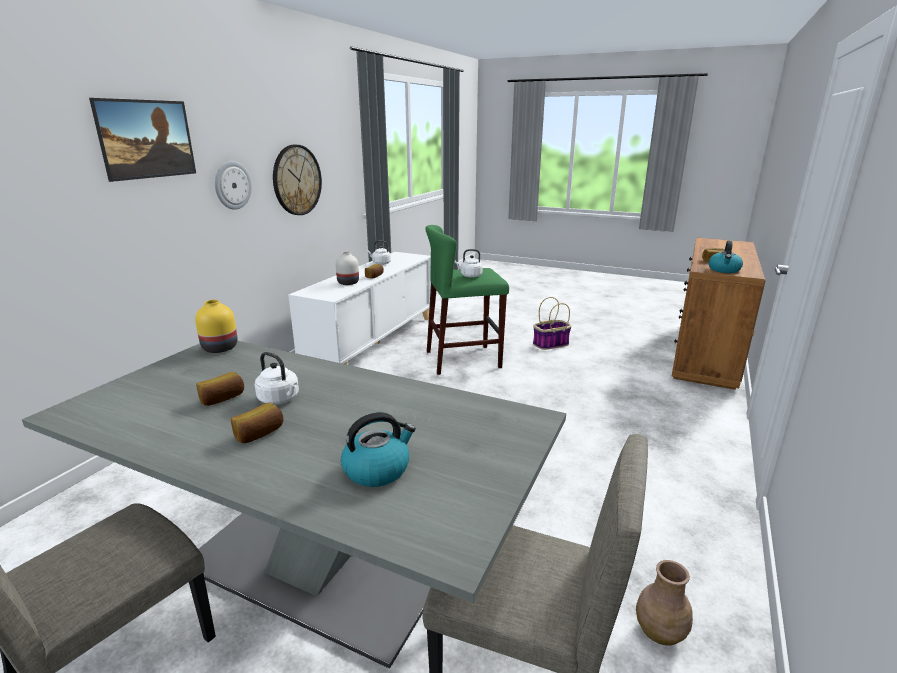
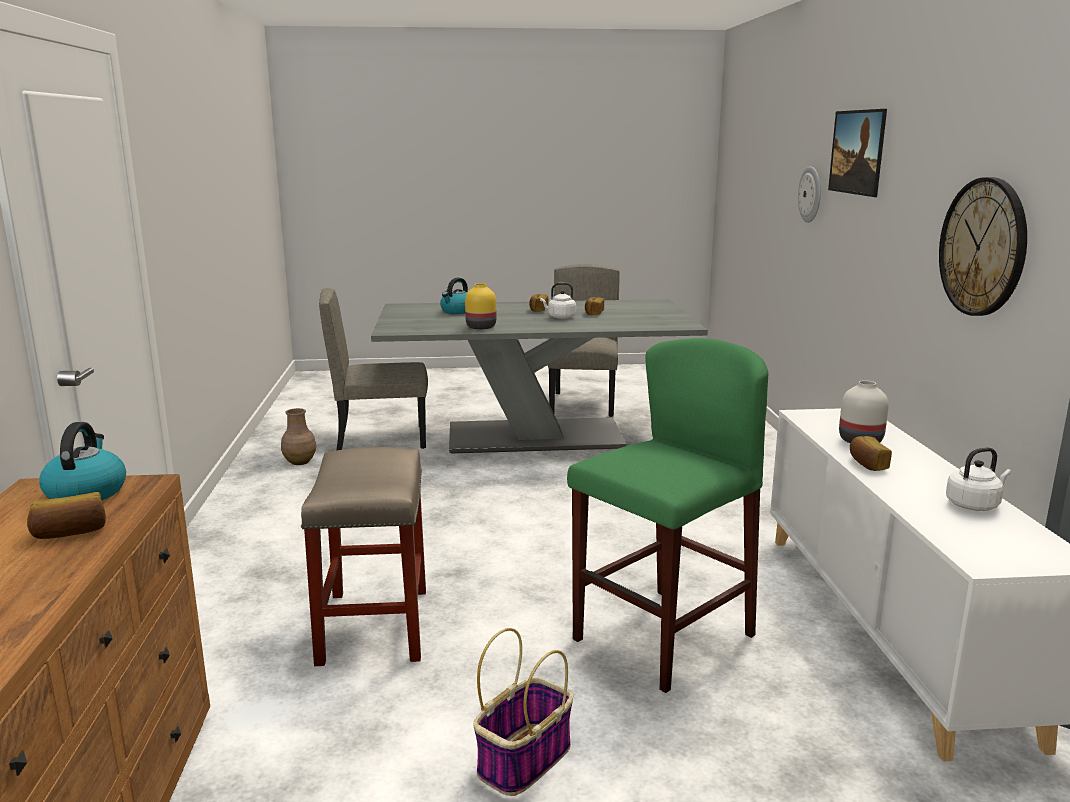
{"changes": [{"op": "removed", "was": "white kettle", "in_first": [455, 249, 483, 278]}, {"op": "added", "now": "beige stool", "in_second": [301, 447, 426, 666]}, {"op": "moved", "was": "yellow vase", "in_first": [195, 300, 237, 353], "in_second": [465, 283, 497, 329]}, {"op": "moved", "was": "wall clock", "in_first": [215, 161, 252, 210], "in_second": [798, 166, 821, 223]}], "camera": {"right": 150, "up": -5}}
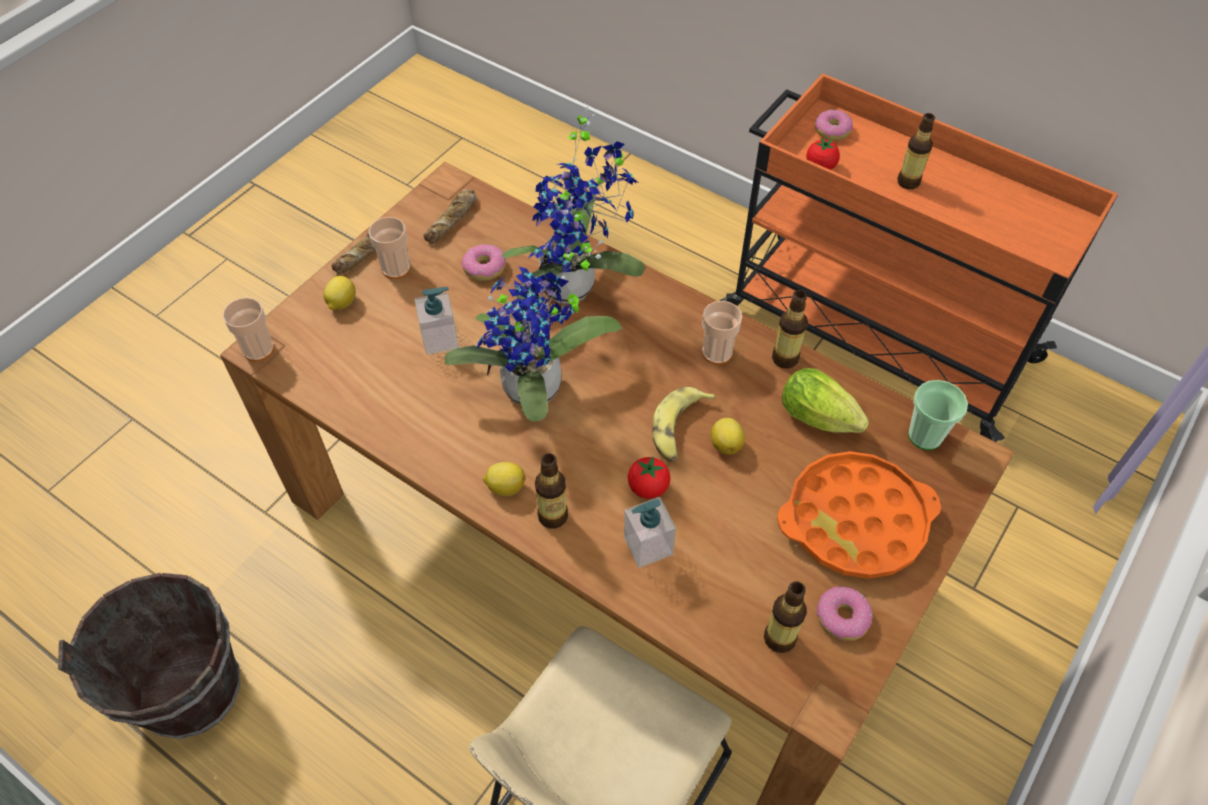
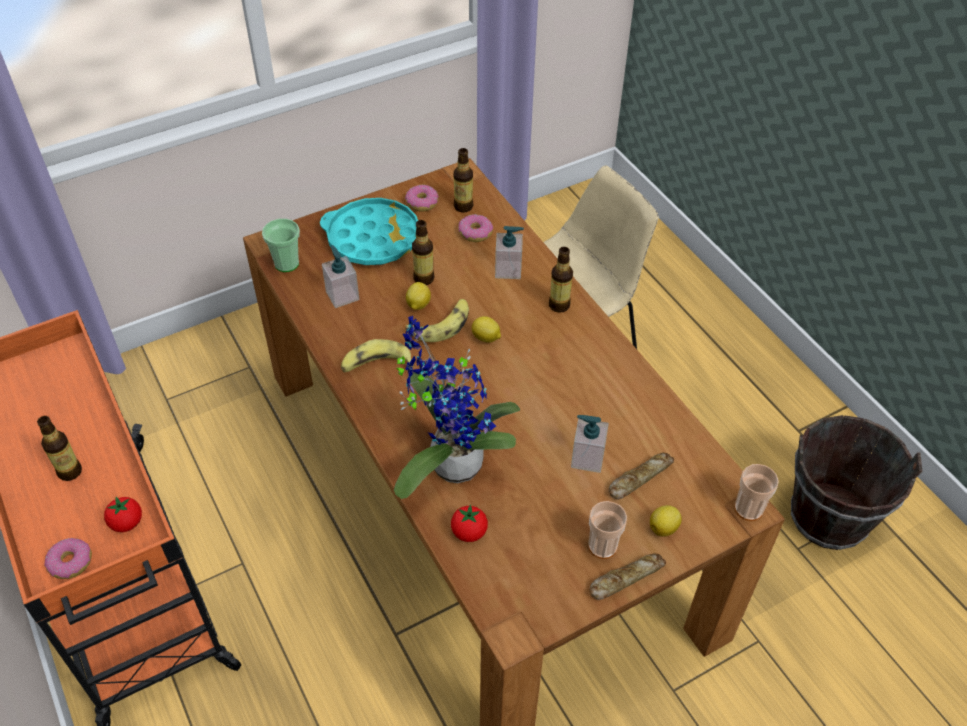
{"changes": [{"op": "removed", "was": "potted plant", "in_first": [444, 240, 622, 422]}, {"op": "moved", "was": "bread", "in_first": [424, 189, 477, 244], "in_second": [609, 453, 674, 500]}, {"op": "moved", "was": "donut", "in_first": [462, 244, 506, 281], "in_second": [458, 214, 493, 242]}, {"op": "moved", "was": "lemon", "in_first": [483, 462, 525, 496], "in_second": [471, 316, 501, 343]}, {"op": "moved", "was": "tomato", "in_first": [628, 457, 670, 499], "in_second": [451, 505, 488, 542]}, {"op": "moved", "was": "bottle", "in_first": [772, 290, 808, 368], "in_second": [412, 220, 435, 285]}, {"op": "replaced", "was": "cup", "now": "banana", "in_first": [702, 301, 742, 365], "in_second": [341, 339, 415, 372]}, {"op": "replaced", "was": "lettuce", "now": "soap dispenser", "in_first": [782, 368, 869, 433], "in_second": [322, 245, 359, 308]}, {"op": "recoloured", "was": "orange tray", "now": "turquoise tray", "in_first": [777, 451, 941, 579], "in_second": [320, 198, 418, 265]}], "camera": {"right": -155, "up": -5}}
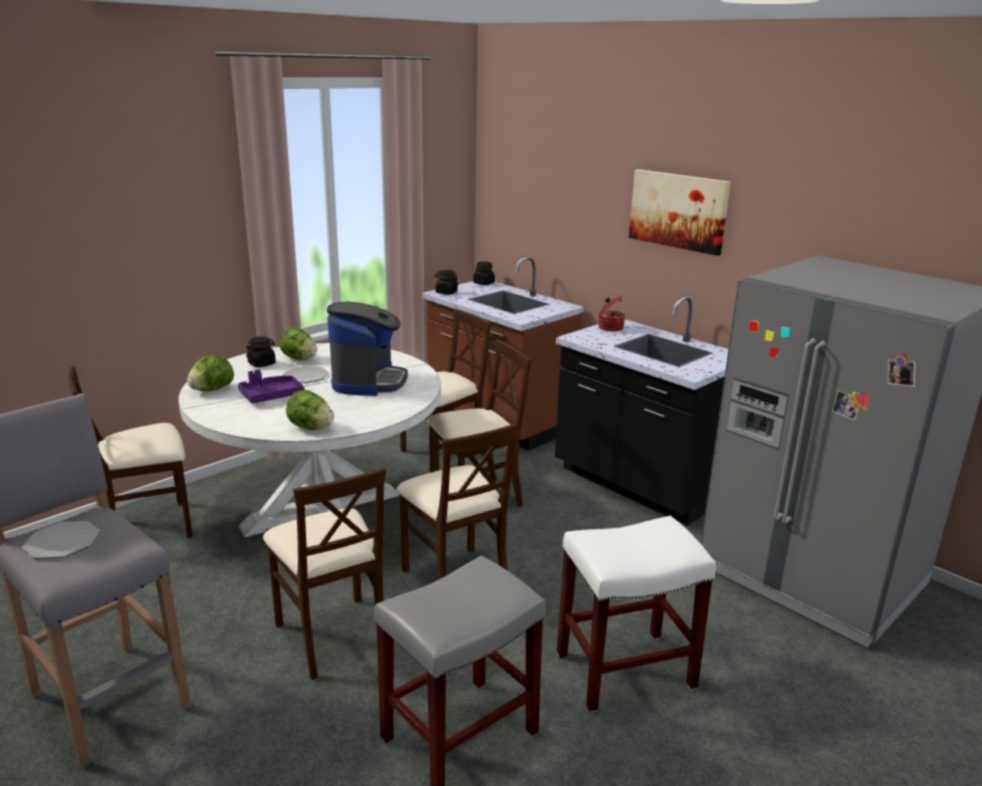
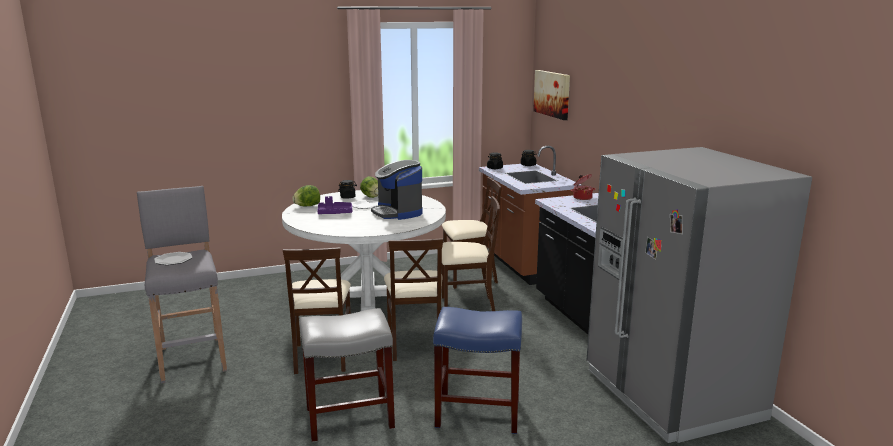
{"changes": [{"op": "removed", "was": "beige chair", "in_first": [68, 366, 193, 538]}, {"op": "removed", "was": "lettuce", "in_first": [286, 390, 334, 430]}, {"op": "moved", "was": "picture", "in_first": [629, 169, 731, 256], "in_second": [533, 70, 570, 120]}, {"op": "recoloured", "was": "white stool", "now": "blue stool", "in_first": [557, 516, 716, 713], "in_second": [433, 307, 522, 434]}, {"op": "turned", "was": "coffee machine", "in_first": [327, 302, 408, 396], "in_second": [371, 160, 422, 220], "clockwise": 120}], "camera": {"right": 25, "up": -5}}
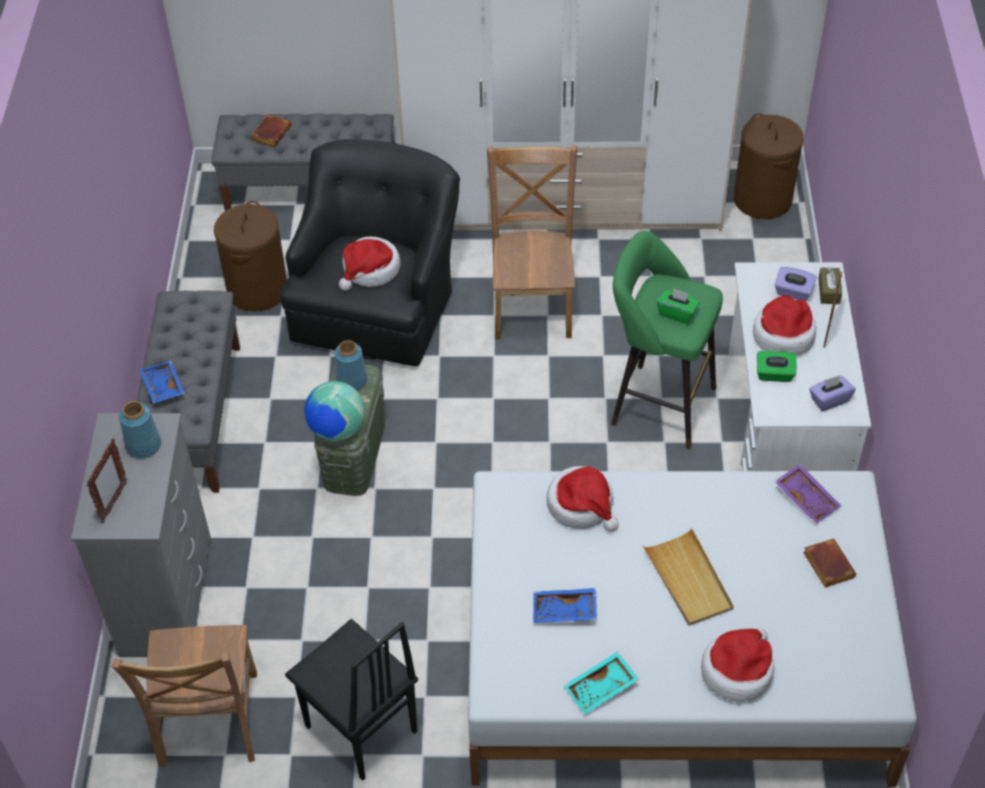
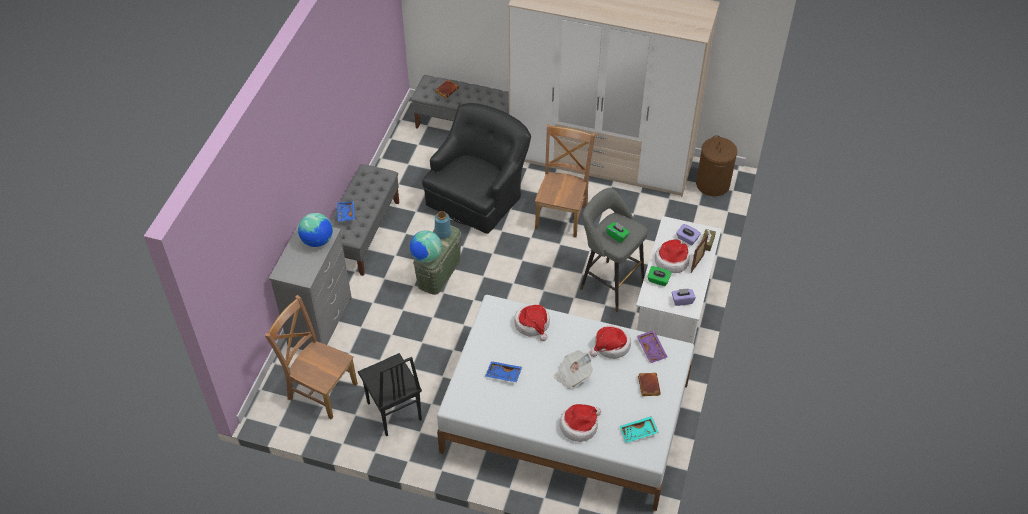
{"changes": [{"op": "removed", "was": "picture frame", "in_first": [86, 439, 127, 523]}, {"op": "removed", "was": "brown laundry basket", "in_first": [214, 201, 287, 312]}, {"op": "moved", "was": "hat", "in_first": [339, 236, 401, 291], "in_second": [590, 325, 631, 359]}, {"op": "moved", "was": "turquoise tray", "in_first": [564, 652, 639, 714], "in_second": [619, 416, 659, 443]}, {"op": "replaced", "was": "blue vase", "now": "globe", "in_first": [119, 401, 161, 458], "in_second": [298, 213, 333, 247]}, {"op": "replaced", "was": "beige tray", "now": "newspaper", "in_first": [643, 528, 734, 626], "in_second": [554, 350, 593, 389]}, {"op": "recoloured", "was": "green stool", "now": "grey stool", "in_first": [611, 231, 723, 449], "in_second": [580, 188, 648, 312]}, {"op": "turned", "was": "brown chair", "in_first": [111, 625, 257, 768], "in_second": [265, 295, 358, 420], "clockwise": 105}], "camera": {"right": 15, "up": 0}}
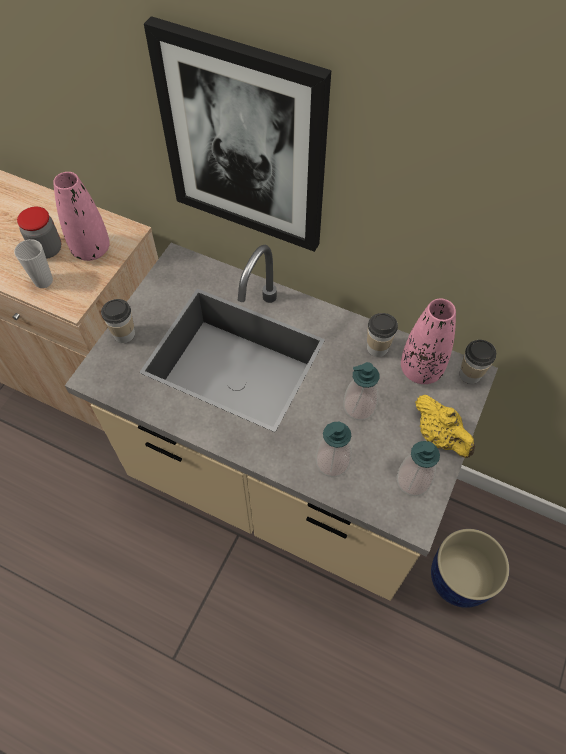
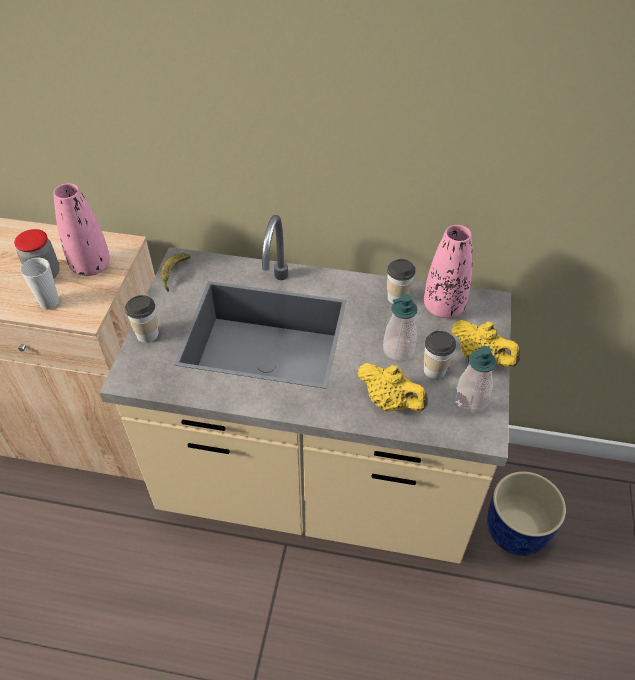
{"changes": [{"op": "removed", "was": "picture", "in_first": [144, 16, 331, 252]}, {"op": "added", "now": "banana", "in_second": [161, 253, 191, 292]}, {"op": "moved", "was": "cup", "in_first": [460, 340, 496, 384], "in_second": [424, 331, 456, 379]}, {"op": "replaced", "was": "soap dispenser", "now": "yellow teapot", "in_first": [316, 422, 352, 477], "in_second": [357, 363, 428, 411]}], "camera": {"right": -15, "up": -10}}
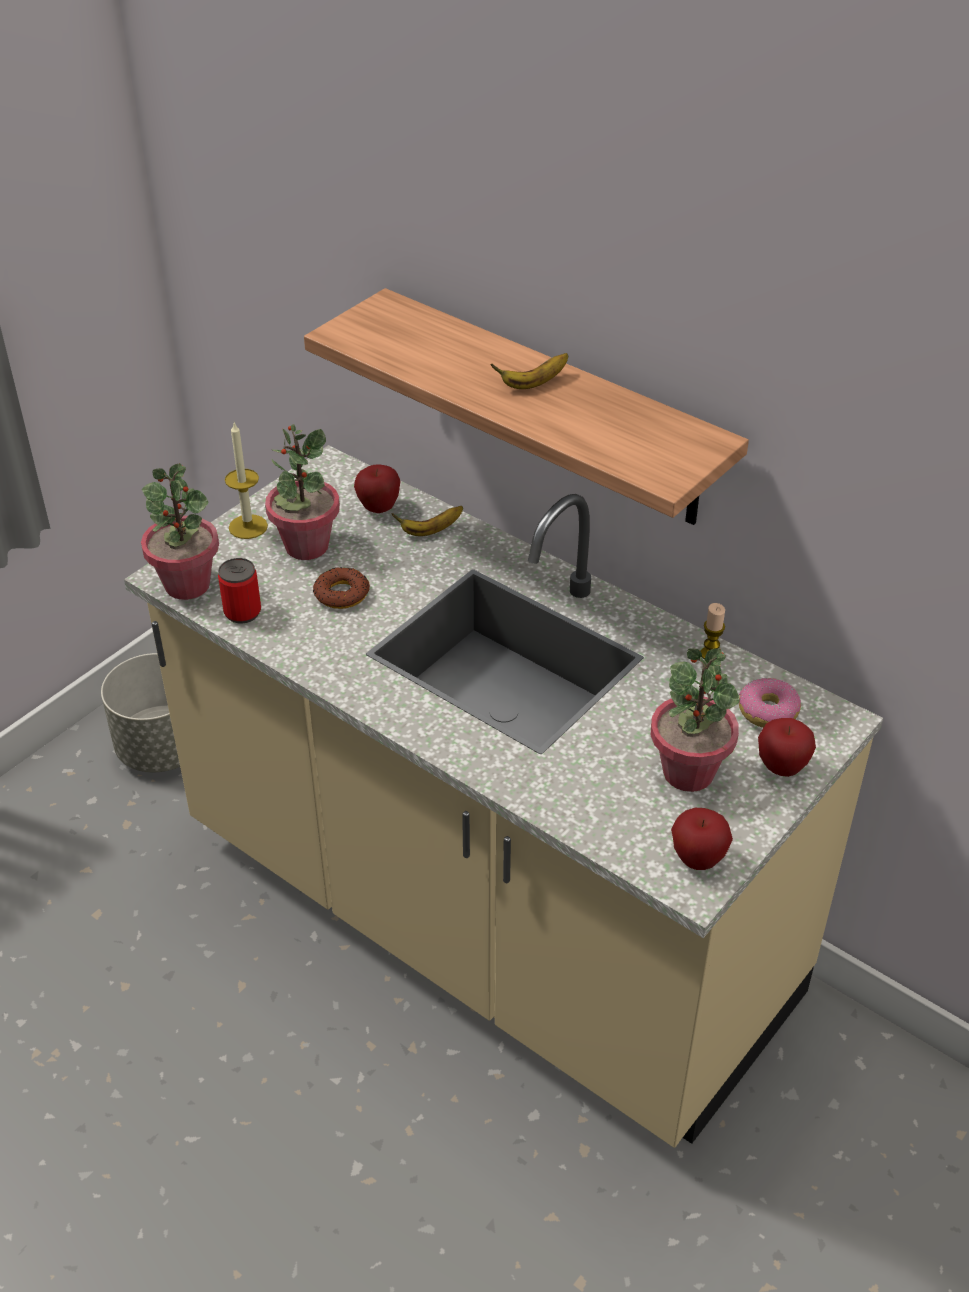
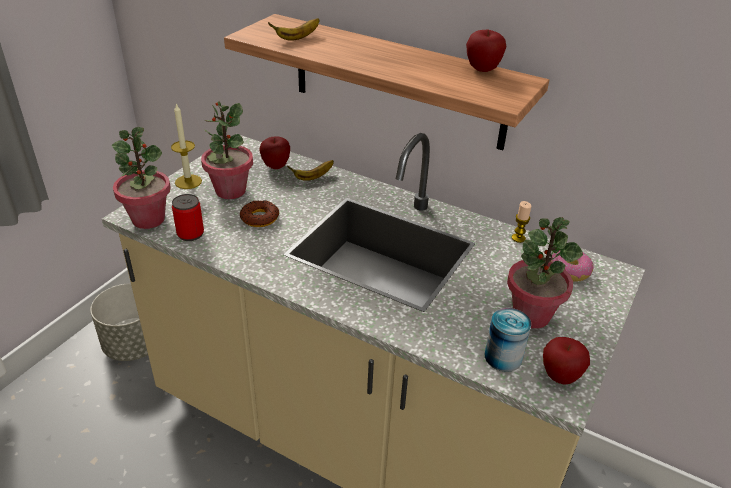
{"changes": [{"op": "added", "now": "can", "in_second": [485, 308, 531, 372]}, {"op": "moved", "was": "banana", "in_first": [490, 353, 568, 389], "in_second": [268, 18, 319, 41]}, {"op": "moved", "was": "apple", "in_first": [758, 718, 816, 777], "in_second": [466, 30, 506, 72]}], "camera": {"right": -10, "up": -5}}
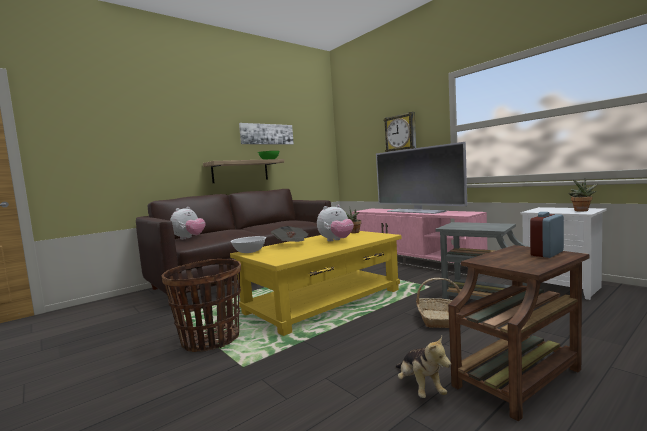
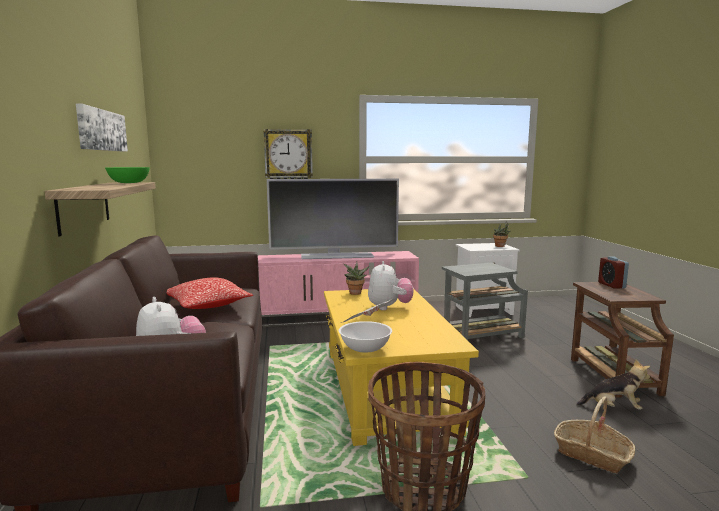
{"changes": [{"op": "added", "now": "pillow", "in_second": [167, 277, 253, 309]}, {"op": "moved", "was": "basket", "in_first": [416, 278, 460, 328], "in_second": [554, 396, 635, 473]}], "camera": {"right": -60, "up": 5}}
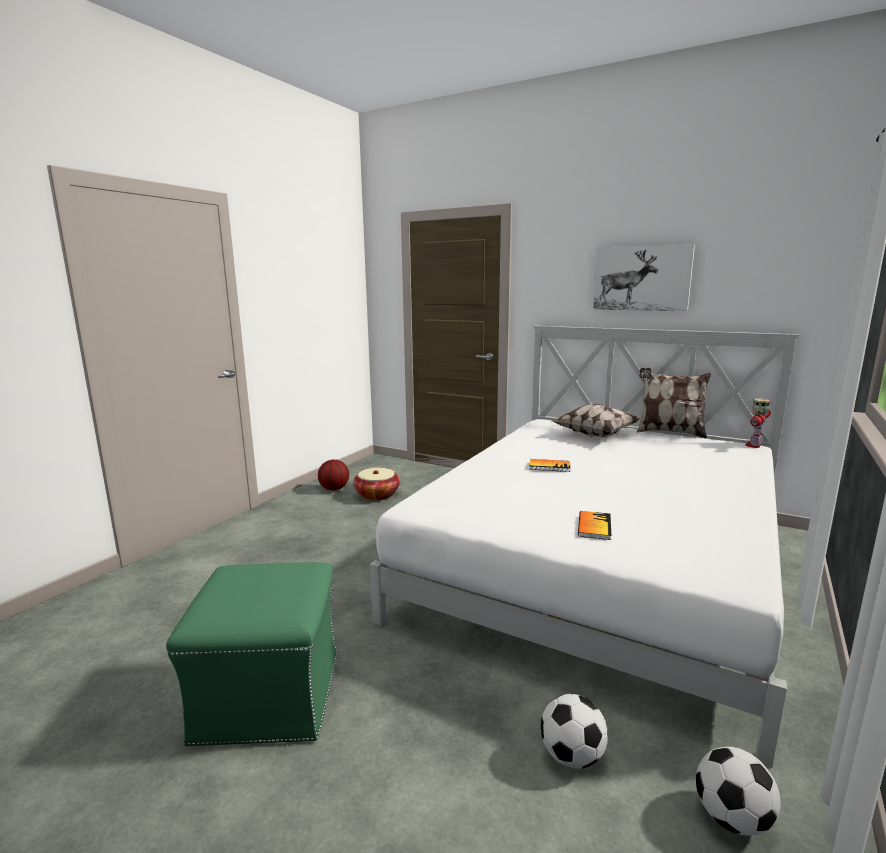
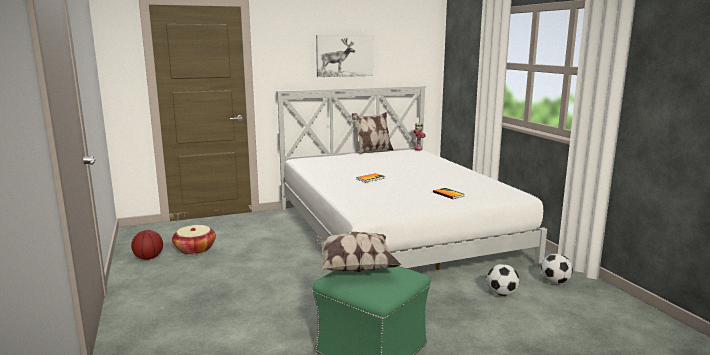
{"changes": [{"op": "moved", "was": "pillow", "in_first": [552, 403, 640, 437], "in_second": [314, 232, 401, 272]}], "camera": {"right": -50, "up": 0}}
